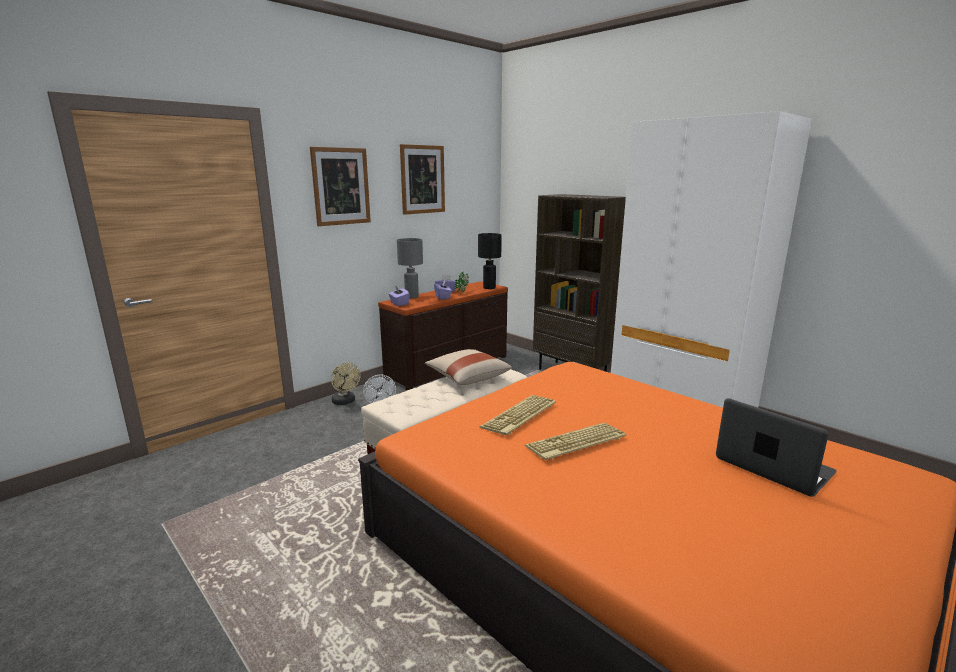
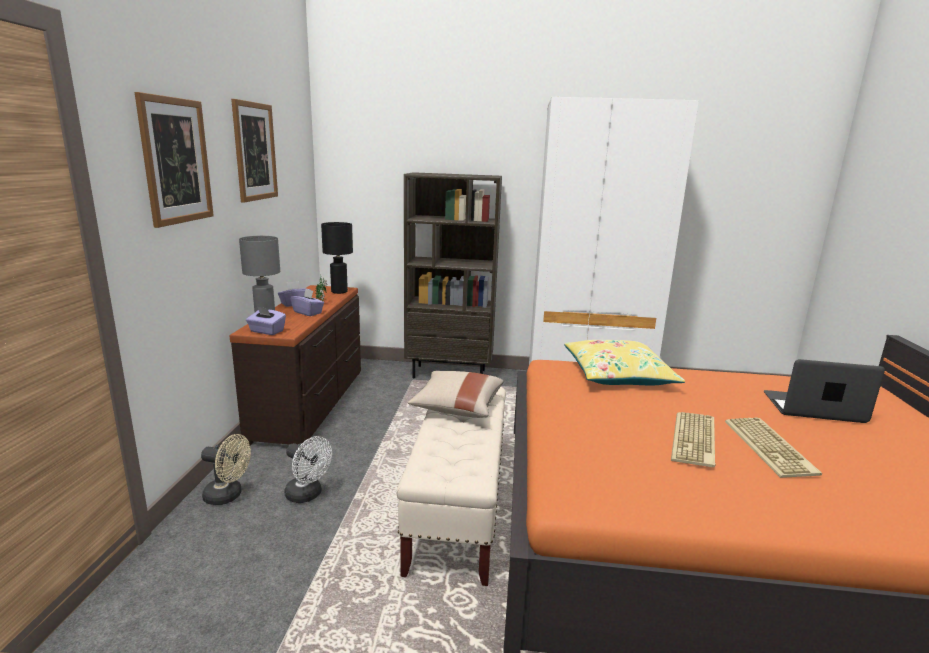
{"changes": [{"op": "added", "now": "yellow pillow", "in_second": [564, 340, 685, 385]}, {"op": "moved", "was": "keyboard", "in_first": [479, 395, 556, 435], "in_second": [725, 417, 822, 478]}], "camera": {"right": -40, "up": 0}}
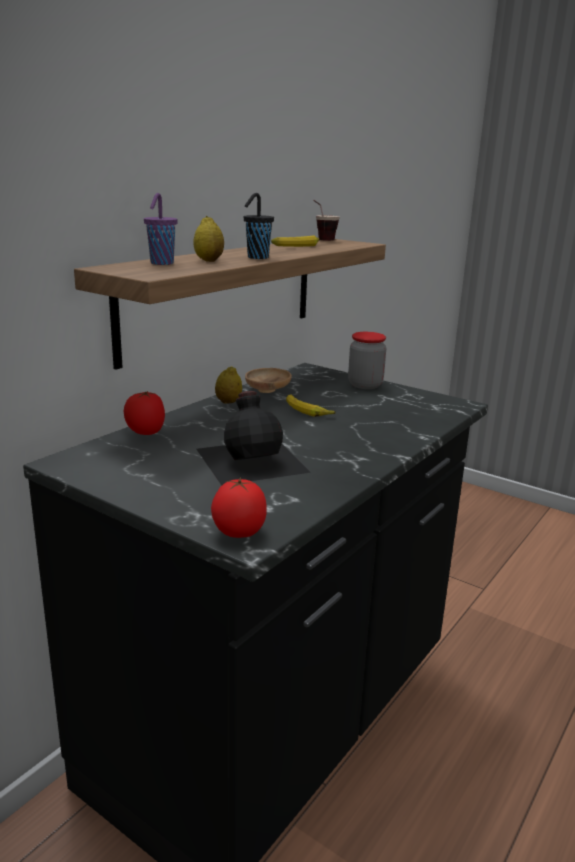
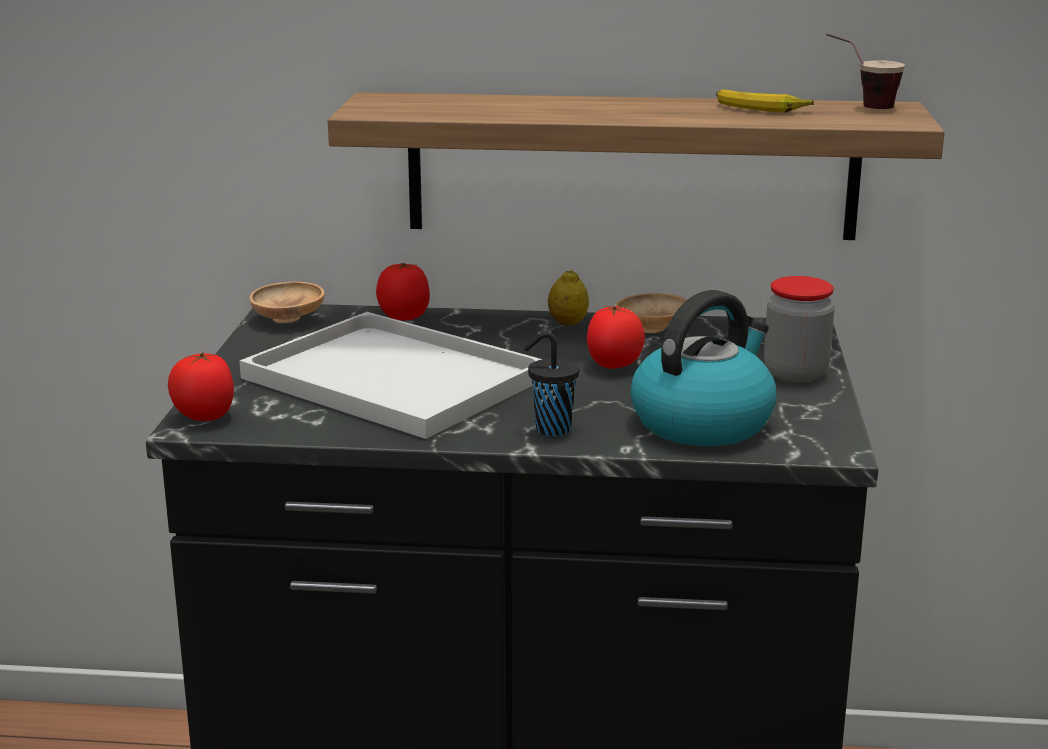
{"changes": [{"op": "removed", "was": "purple cup", "in_first": [144, 193, 178, 265]}, {"op": "removed", "was": "lemon", "in_first": [193, 216, 224, 262]}, {"op": "added", "now": "brown bowl", "in_second": [249, 281, 325, 323]}, {"op": "added", "now": "kettle", "in_second": [630, 290, 776, 446]}, {"op": "moved", "was": "black cup", "in_first": [244, 193, 274, 259], "in_second": [524, 331, 579, 436]}, {"op": "replaced", "was": "black bottle", "now": "white tray", "in_first": [197, 391, 311, 486], "in_second": [239, 312, 542, 439]}, {"op": "replaced", "was": "banana", "now": "tomato", "in_first": [286, 394, 335, 417], "in_second": [587, 306, 645, 369]}], "camera": {"right": 60, "up": 0}}
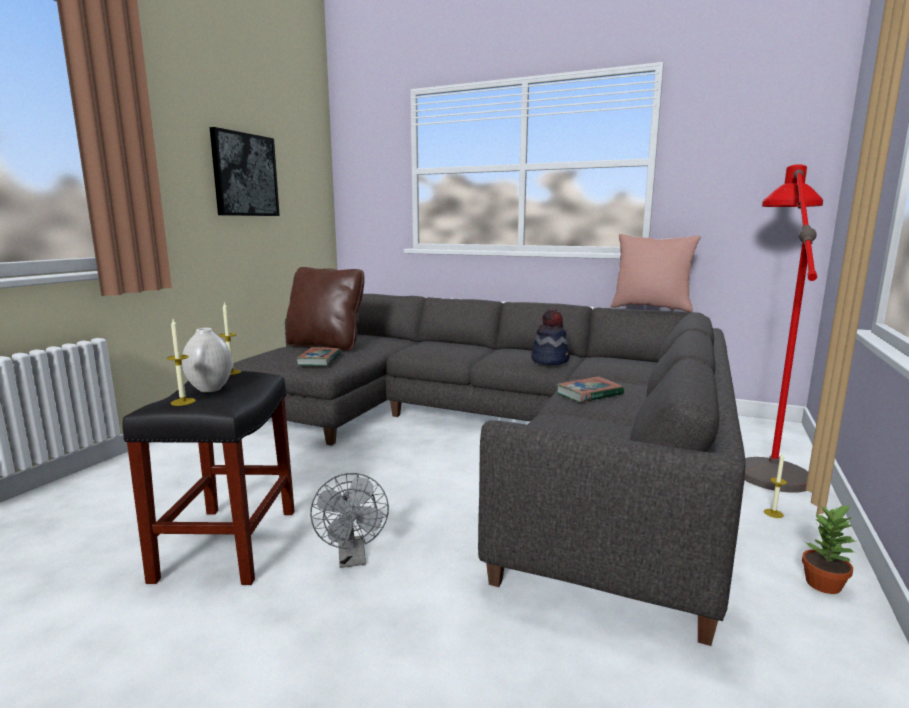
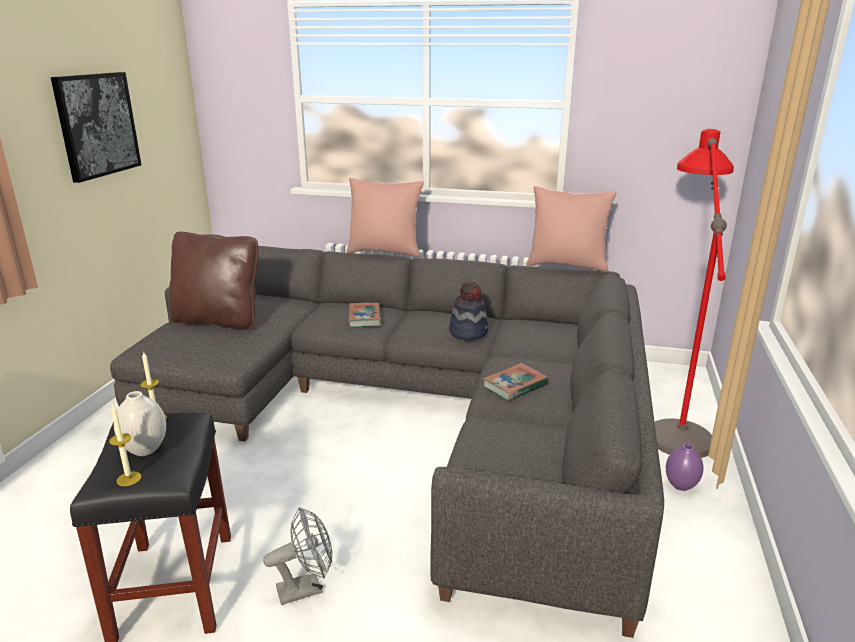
{"changes": [{"op": "removed", "was": "potted plant", "in_first": [802, 504, 856, 594]}, {"op": "added", "now": "pink pillow", "in_second": [346, 178, 424, 257]}, {"op": "moved", "was": "book", "in_first": [296, 347, 341, 366], "in_second": [348, 303, 381, 327]}, {"op": "replaced", "was": "candle", "now": "purple vase", "in_first": [764, 453, 787, 518], "in_second": [666, 444, 704, 491]}, {"op": "turned", "was": "grey fan", "in_first": [310, 473, 389, 568], "in_second": [263, 507, 332, 605], "clockwise": -90}], "camera": {"right": -10, "up": 10}}
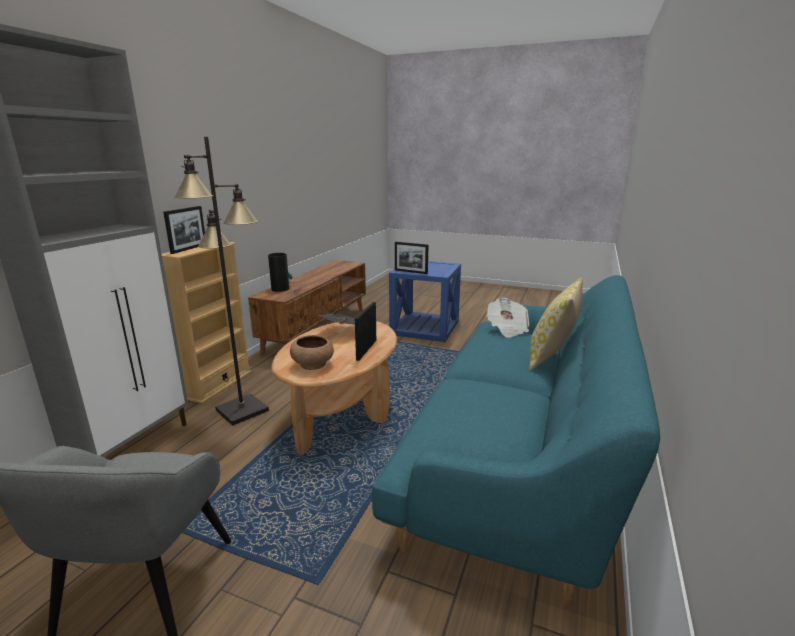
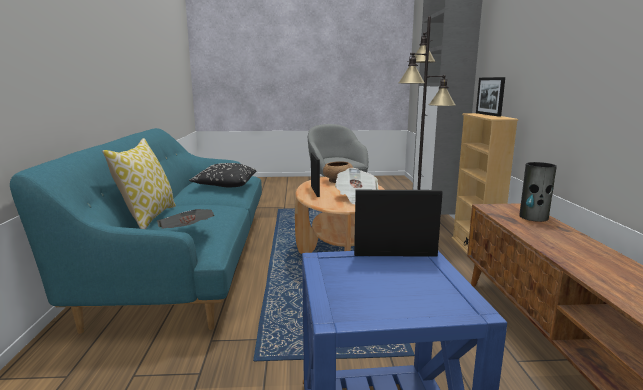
{"changes": [{"op": "added", "now": "black pillow", "in_second": [189, 163, 256, 187]}], "camera": {"right": 155, "up": -5}}
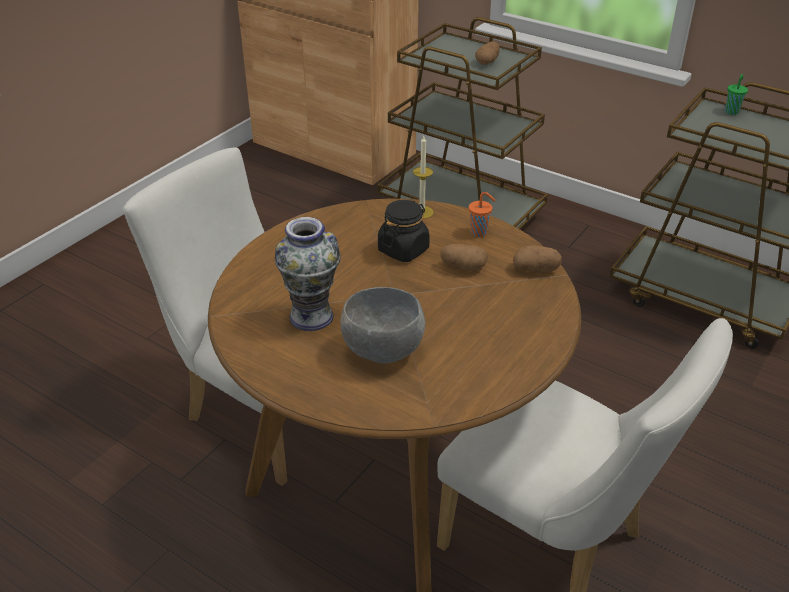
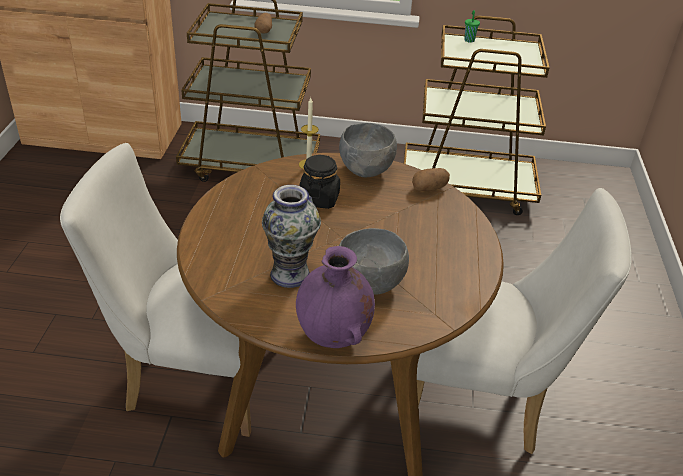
{"changes": [{"op": "removed", "was": "potato", "in_first": [440, 244, 488, 271]}, {"op": "added", "now": "purple vase", "in_second": [296, 246, 375, 348]}, {"op": "replaced", "was": "orange cup", "now": "grey bowl", "in_first": [469, 192, 496, 237], "in_second": [339, 123, 397, 177]}], "camera": {"right": -30, "up": 0}}
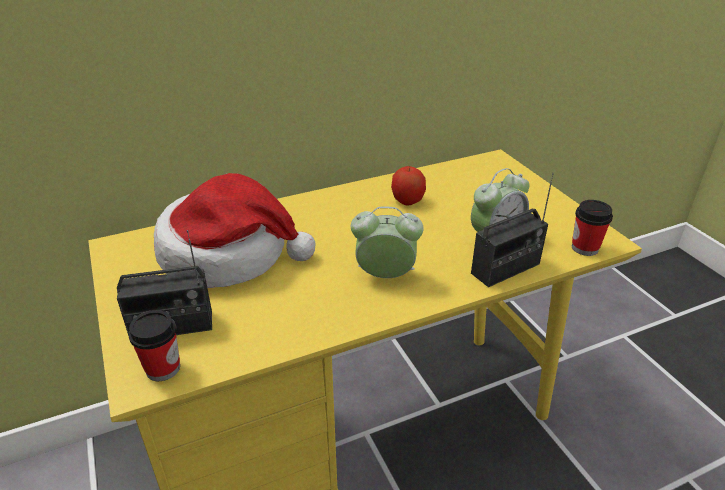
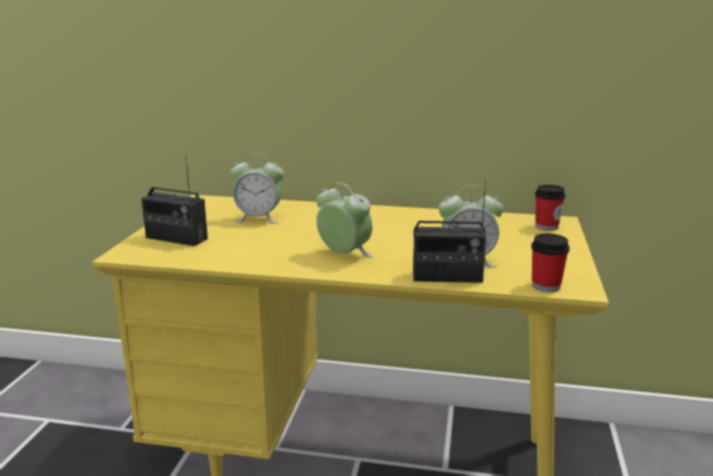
{"changes": [{"op": "removed", "was": "apple", "in_first": [391, 166, 426, 206]}, {"op": "moved", "was": "cup", "in_first": [128, 310, 180, 381], "in_second": [535, 184, 566, 231]}, {"op": "replaced", "was": "hat", "now": "alarm clock", "in_first": [154, 173, 316, 288], "in_second": [230, 154, 284, 224]}], "camera": {"right": 35, "up": -15}}
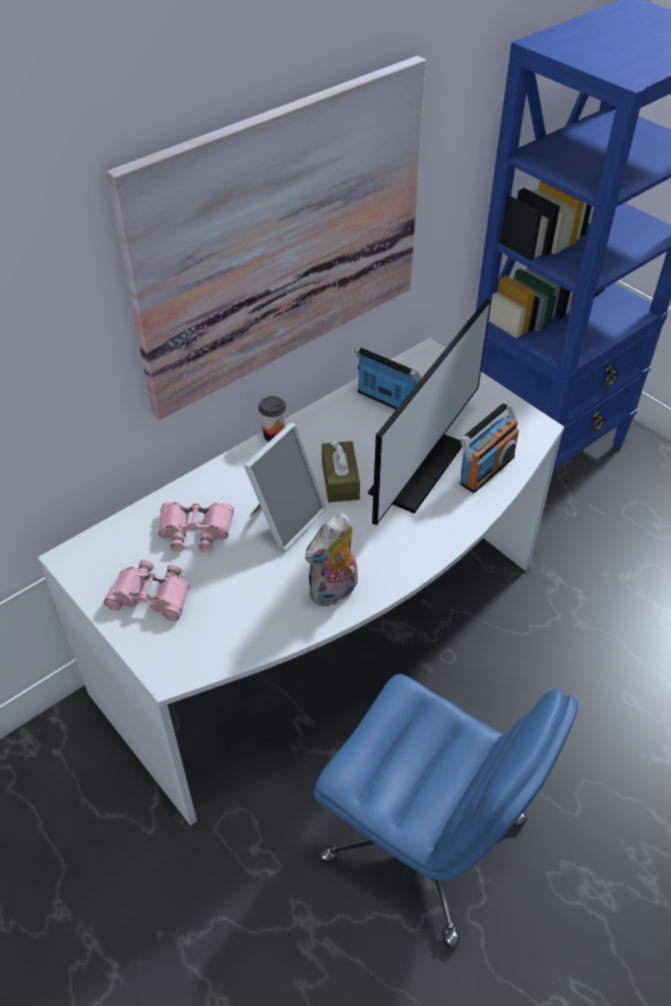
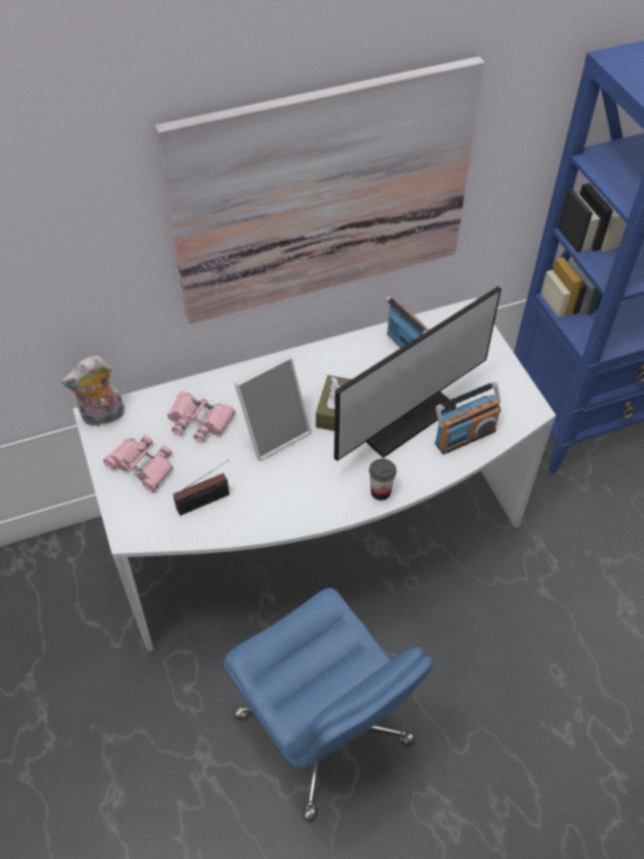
{"changes": [{"op": "added", "now": "radio", "in_second": [173, 460, 229, 516]}, {"op": "moved", "was": "cup", "in_first": [258, 396, 286, 442], "in_second": [369, 459, 396, 500]}, {"op": "moved", "was": "plush toy", "in_first": [305, 513, 358, 606], "in_second": [61, 355, 125, 426]}], "camera": {"right": 20, "up": 5}}
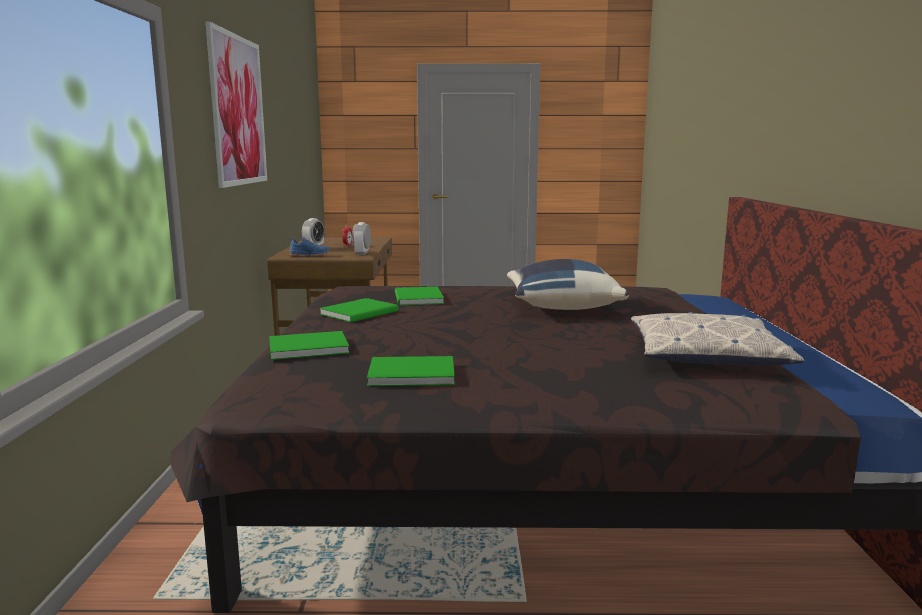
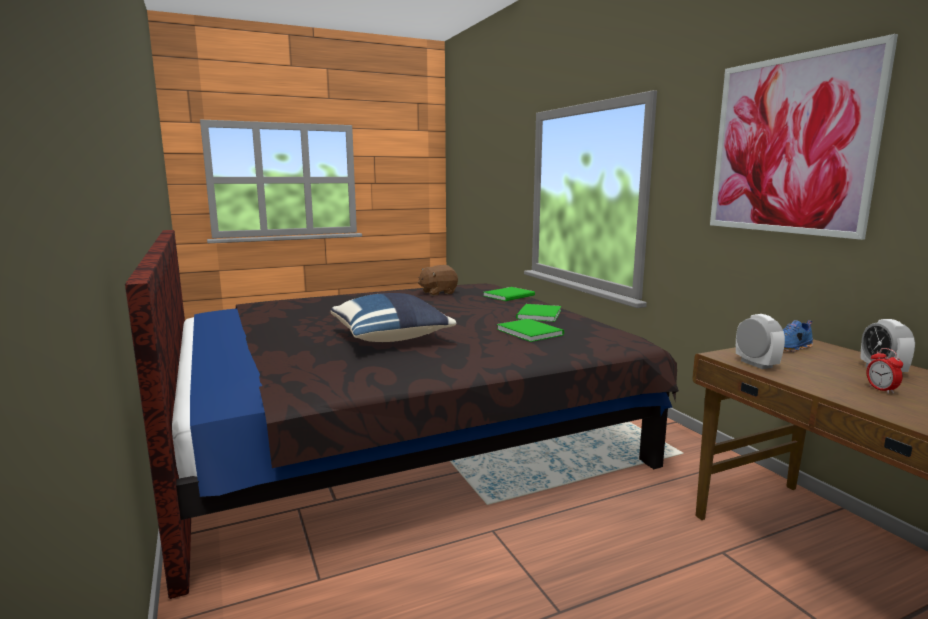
{"changes": [{"op": "removed", "was": "pillow", "in_first": [631, 312, 804, 366]}, {"op": "replaced", "was": "green book", "now": "brown plush toy", "in_first": [367, 356, 455, 386], "in_second": [418, 265, 458, 296]}], "camera": {"right": 155, "up": 0}}
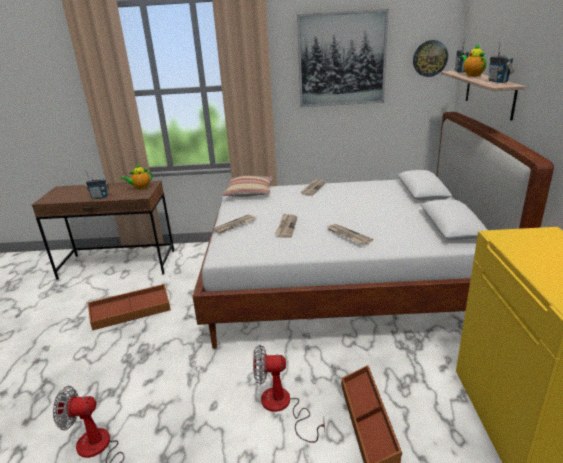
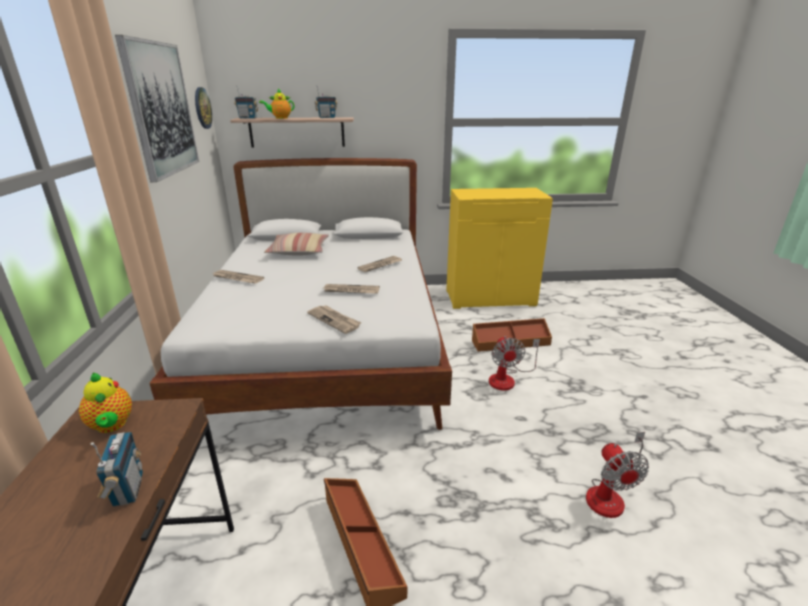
{"changes": [{"op": "moved", "was": "pillow", "in_first": [222, 176, 273, 197], "in_second": [264, 233, 329, 255]}], "camera": {"right": -95, "up": 0}}
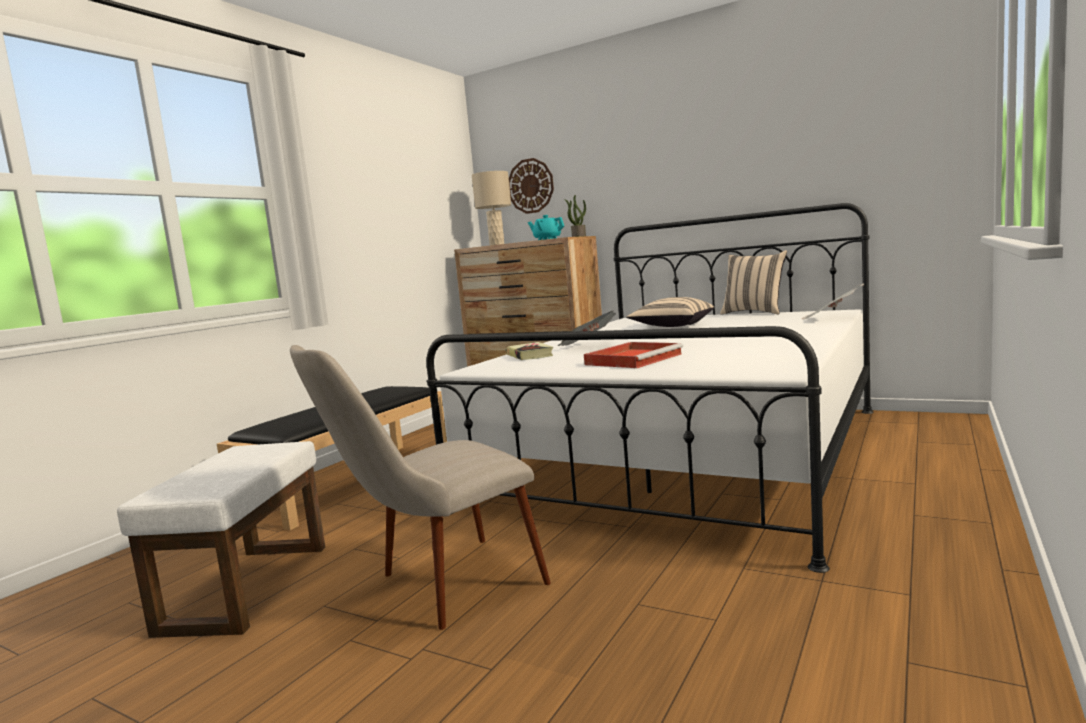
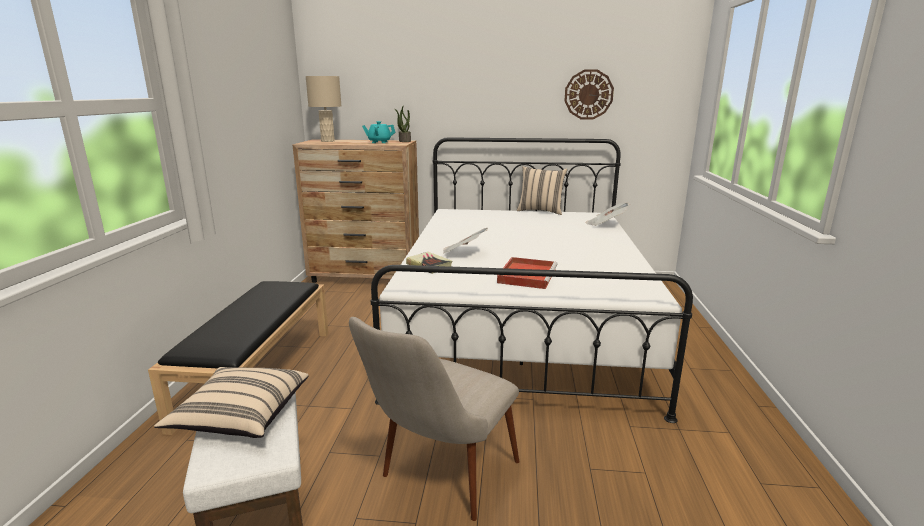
{"changes": [{"op": "moved", "was": "wall clock", "in_first": [509, 158, 554, 214], "in_second": [564, 69, 614, 120]}, {"op": "moved", "was": "beige pillow", "in_first": [626, 297, 714, 327], "in_second": [154, 367, 309, 438]}], "camera": {"right": -25, "up": 10}}
